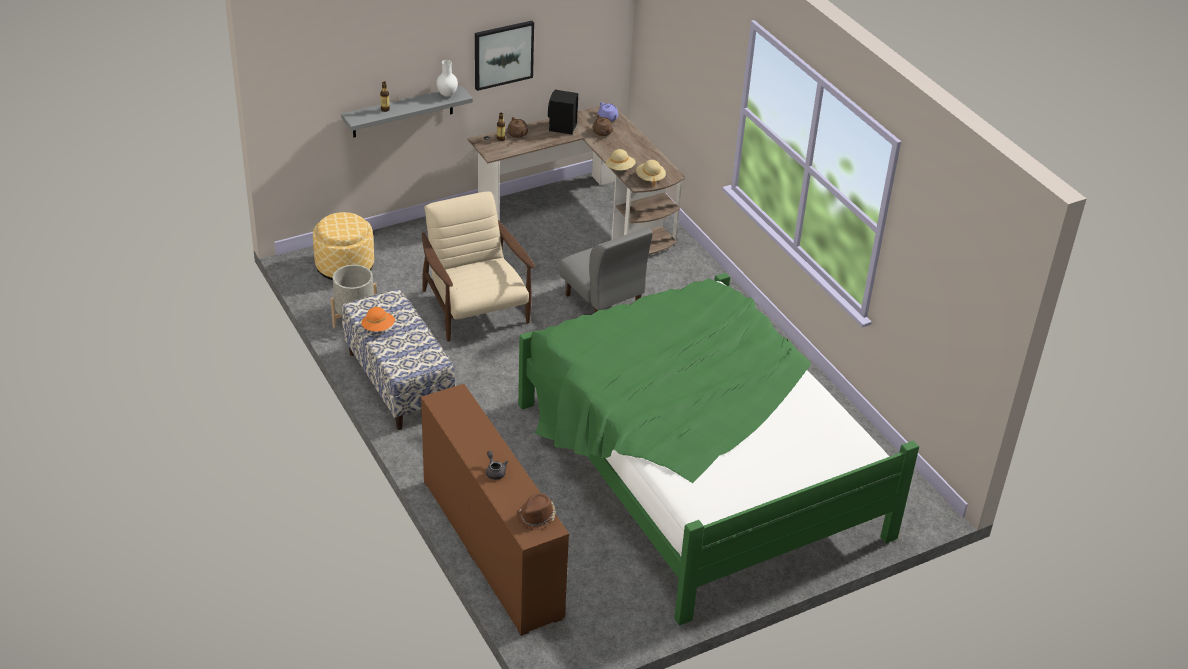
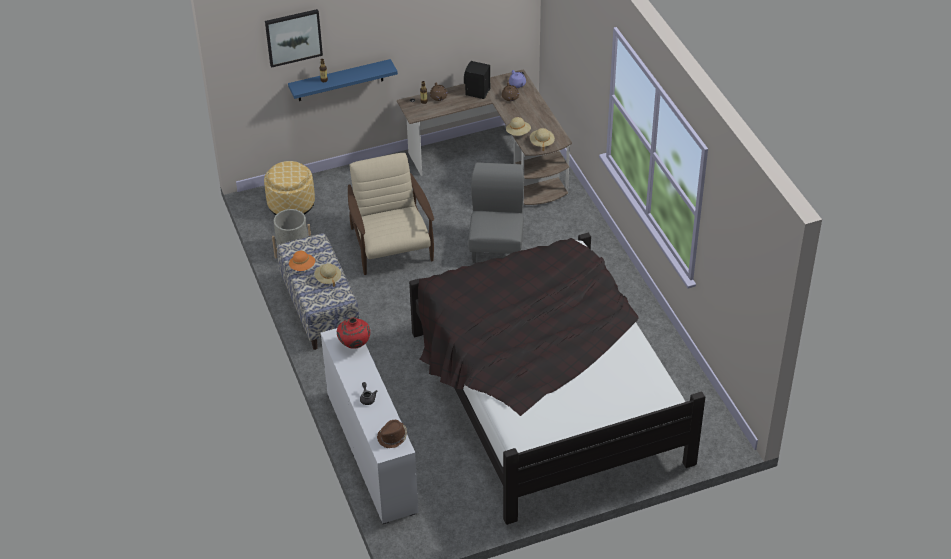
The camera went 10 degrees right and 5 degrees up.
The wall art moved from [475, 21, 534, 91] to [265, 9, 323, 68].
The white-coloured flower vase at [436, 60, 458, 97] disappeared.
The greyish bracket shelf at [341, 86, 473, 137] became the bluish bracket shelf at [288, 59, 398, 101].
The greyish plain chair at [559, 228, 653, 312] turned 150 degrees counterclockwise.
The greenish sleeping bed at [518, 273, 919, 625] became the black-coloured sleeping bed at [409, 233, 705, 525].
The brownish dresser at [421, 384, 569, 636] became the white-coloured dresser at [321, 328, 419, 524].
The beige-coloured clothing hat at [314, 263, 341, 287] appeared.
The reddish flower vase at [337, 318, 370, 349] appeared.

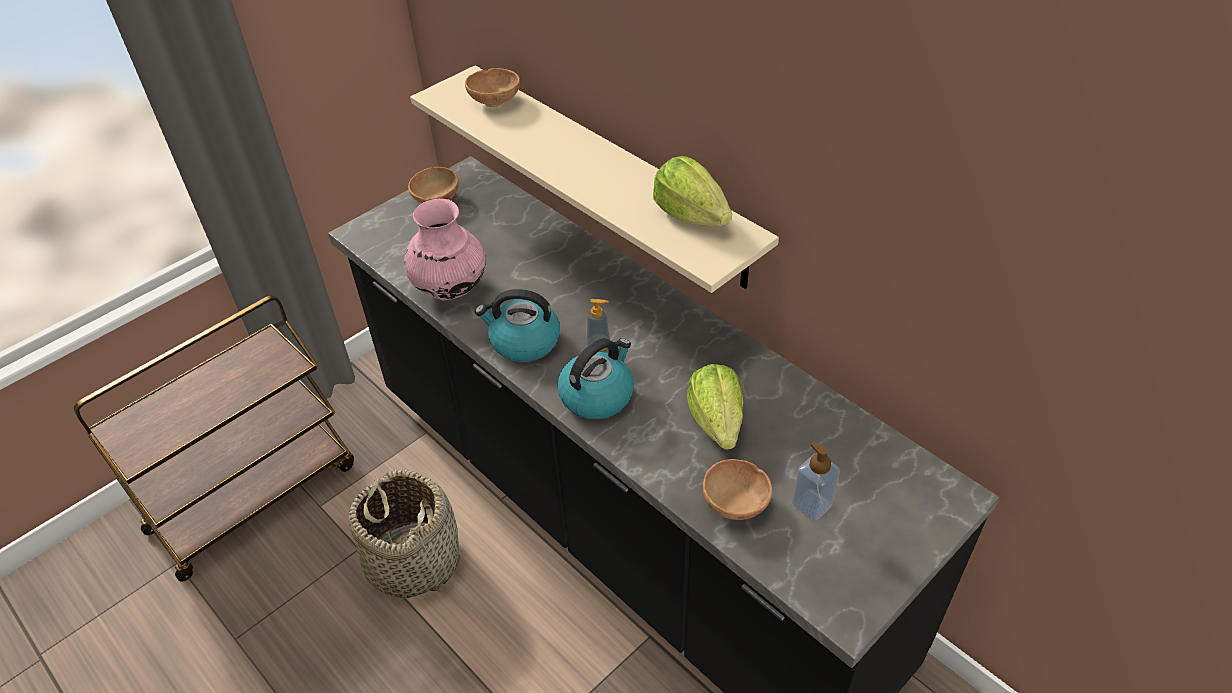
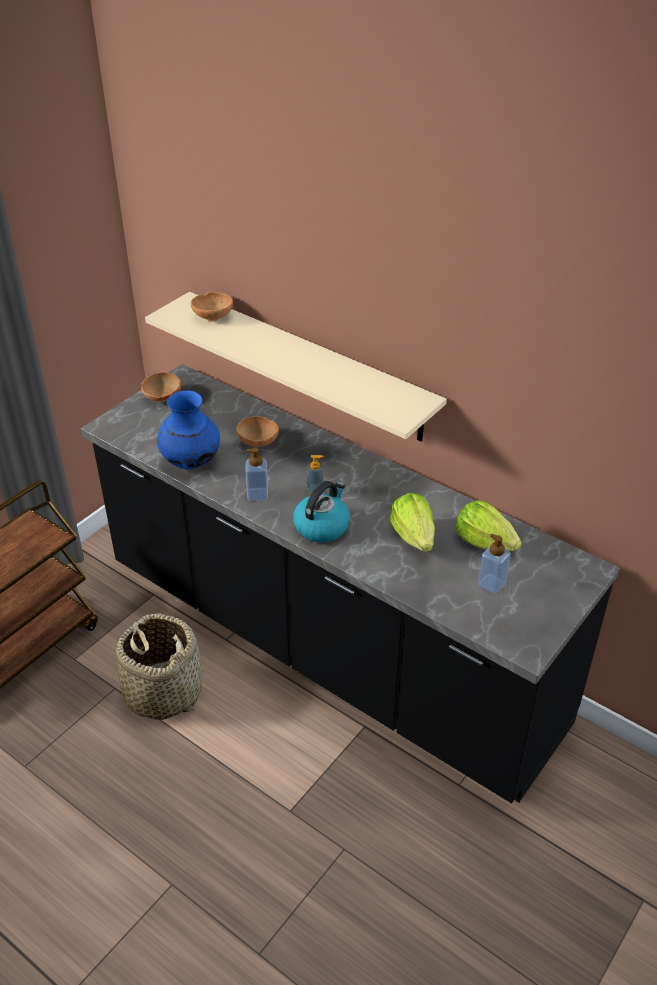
The camera went 10 degrees left and 5 degrees down.
The lettuce head moved from [653, 156, 732, 226] to [456, 500, 522, 551].
The pink-coloured flower vase at [404, 199, 486, 301] became the bluish flower vase at [157, 391, 220, 470].
The kettle at [475, 289, 560, 362] was replaced by the soap bottle at [246, 448, 268, 501].
The brownish deep dish moved from [703, 459, 772, 520] to [237, 416, 279, 447].

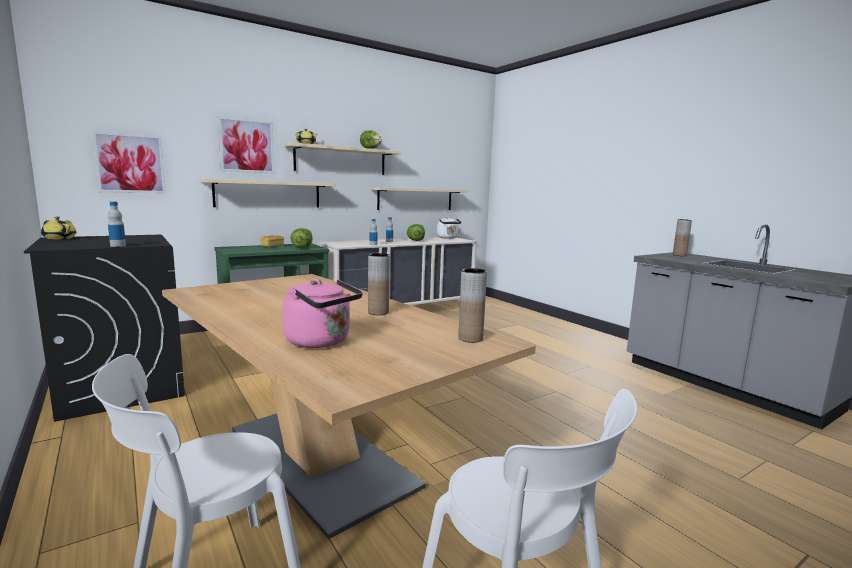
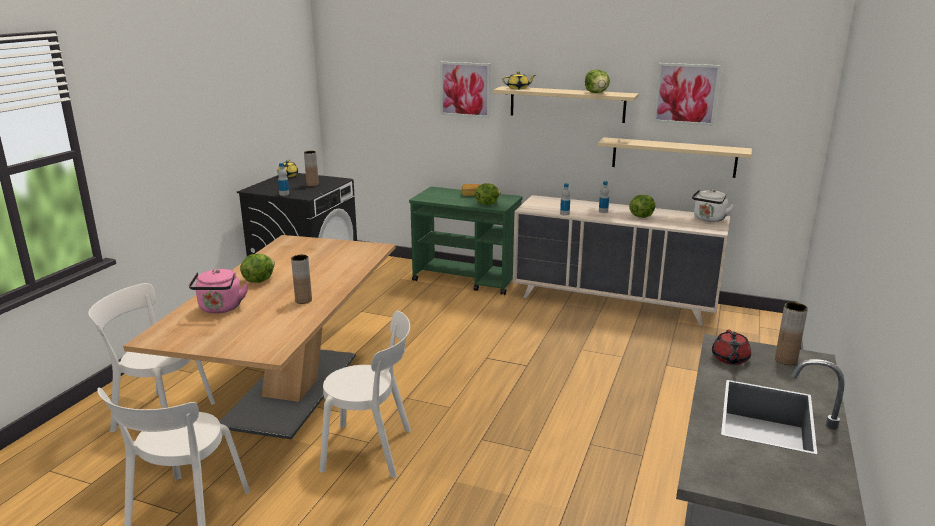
The camera went 55 degrees right and 10 degrees up.
The wall art moved from [92, 131, 166, 194] to [653, 63, 721, 126].
The beige-coloured bracket shelf at [200, 179, 336, 207] disappeared.
The brownish flower vase moved from [458, 268, 487, 343] to [304, 151, 319, 187].
The lettuce head at [240, 254, 275, 283] appeared.
The white-coloured plain chair at [320, 311, 411, 478] appeared.
The reddish pot for tea at [712, 329, 751, 365] appeared.

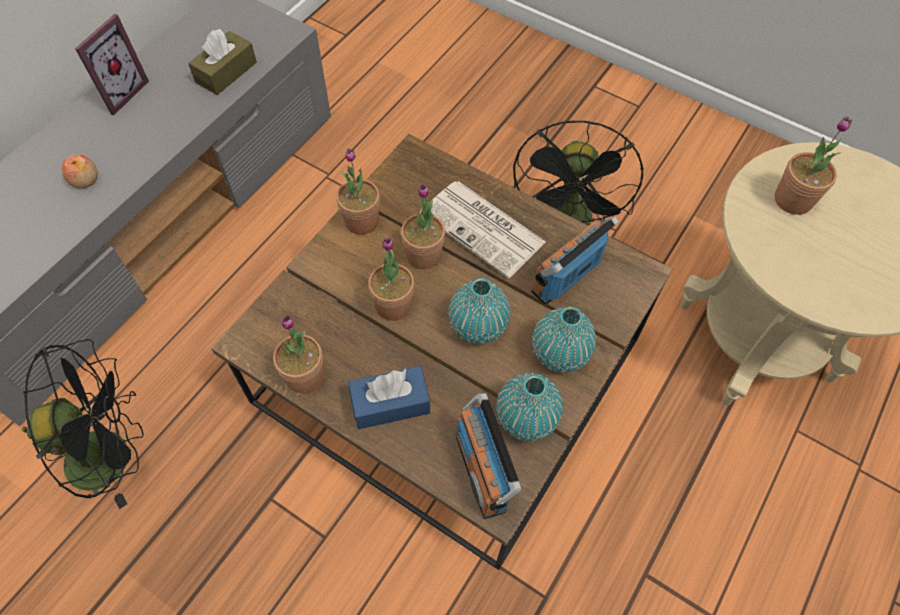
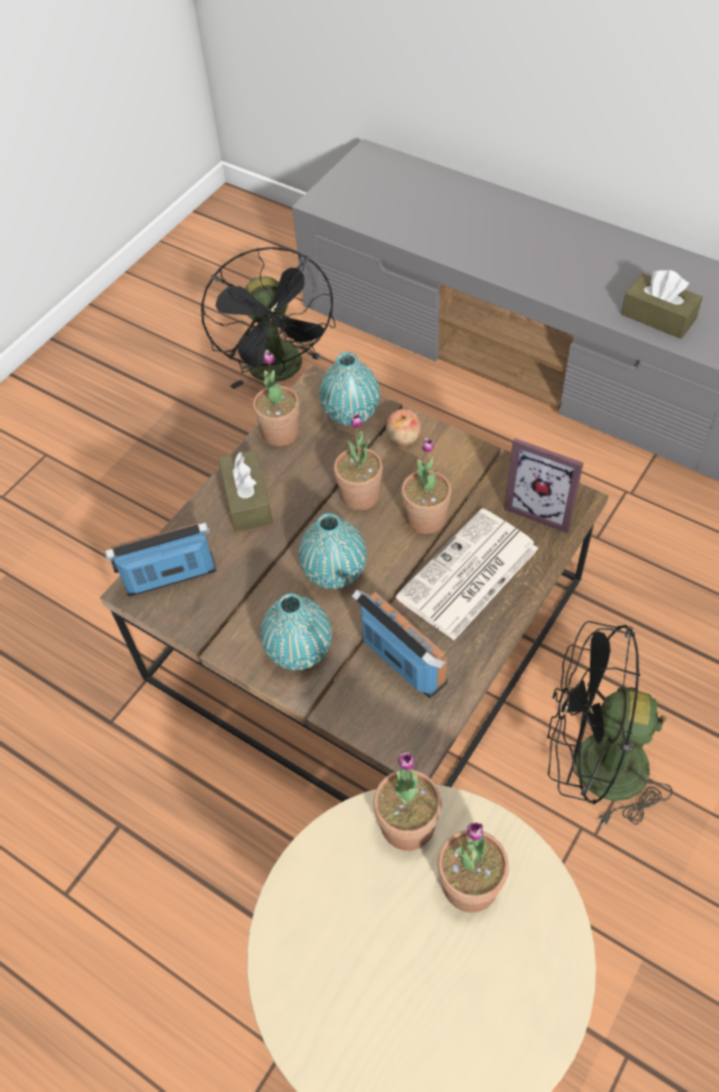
The camera went 95 degrees right and 5 degrees down.
The standing frame moved from [75, 14, 149, 115] to [504, 438, 583, 533].
The houseplant moved from [336, 148, 380, 235] to [373, 752, 442, 851].
The whole apple moved from [62, 154, 98, 188] to [386, 409, 421, 446].
The bluish tissue box at [348, 366, 430, 429] became the brownish tissue box at [218, 450, 273, 532].
The turquoise flower vase moved from [496, 373, 563, 441] to [319, 352, 380, 425].

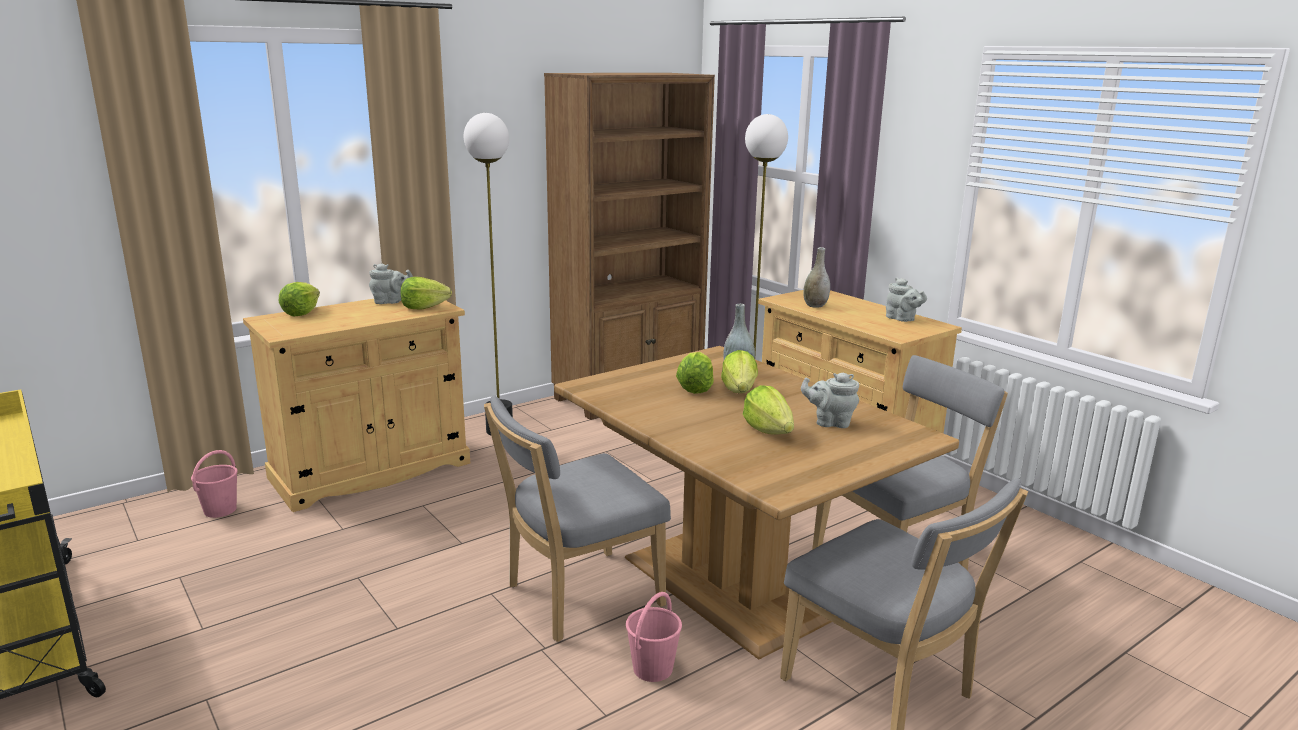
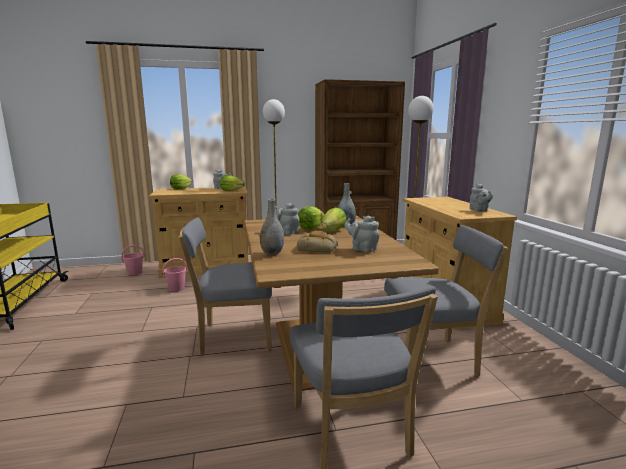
The camera went 25 degrees right and 5 degrees down.
The greyish flower vase moved from [803, 247, 830, 308] to [260, 199, 284, 255].
The lettuce head at [743, 385, 794, 435] was replaced by the baked bread at [297, 230, 338, 253].
The pink-coloured water bucket moved from [626, 592, 682, 682] to [162, 258, 188, 292].
The greyish pot for tea at [275, 203, 299, 235] appeared.

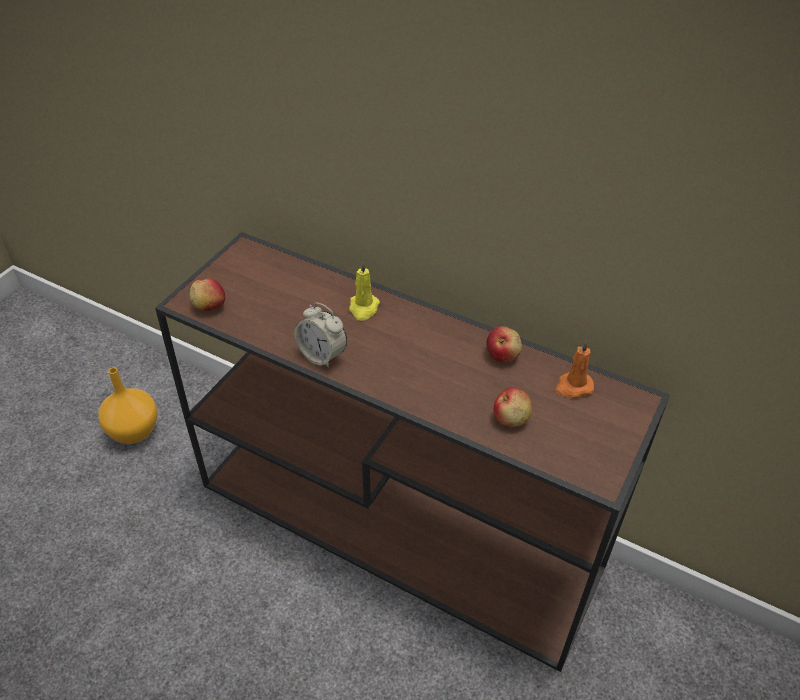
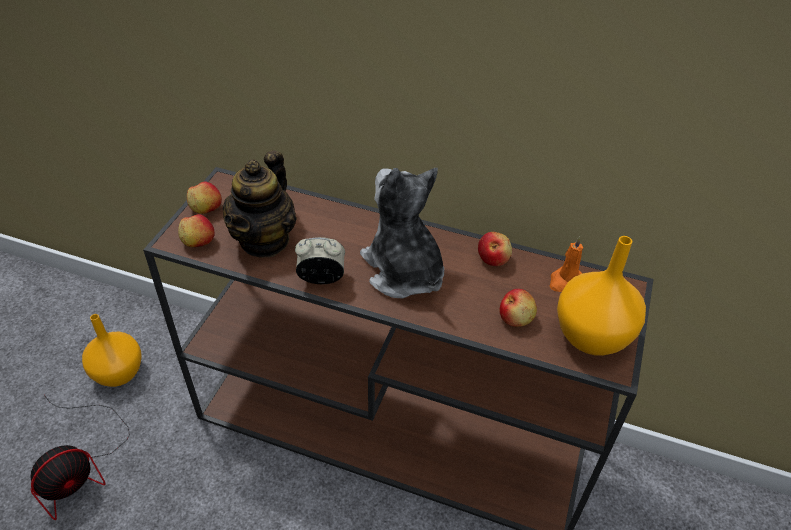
The camera went 10 degrees left and 0 degrees up.
The yellowish candle at [349, 261, 380, 321] disappeared.
The table clock at [294, 302, 347, 368] turned 150 degrees clockwise.
The pot for tea at [223, 150, 297, 258] appeared.
The plush toy at [360, 168, 444, 299] appeared.
The whole apple at [187, 182, 222, 214] appeared.
The orangey flower vase at [557, 236, 646, 356] appeared.
The cooling fan at [30, 395, 130, 520] appeared.

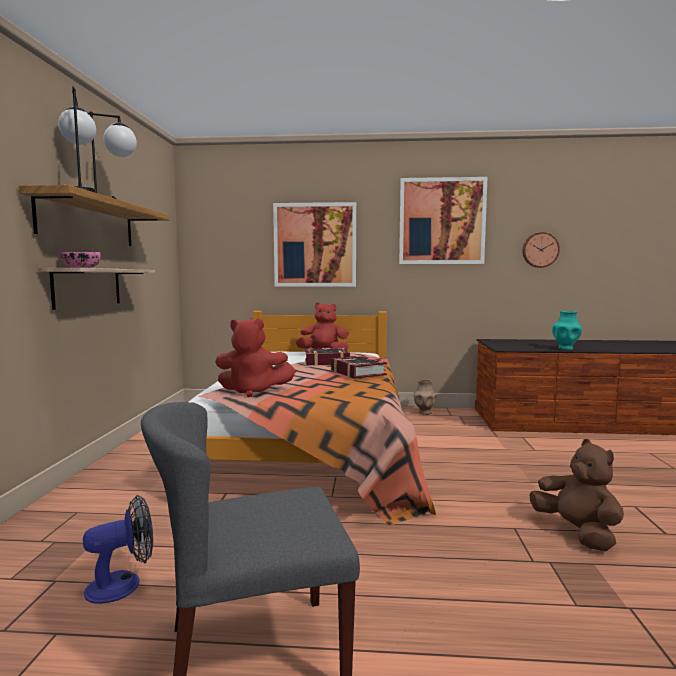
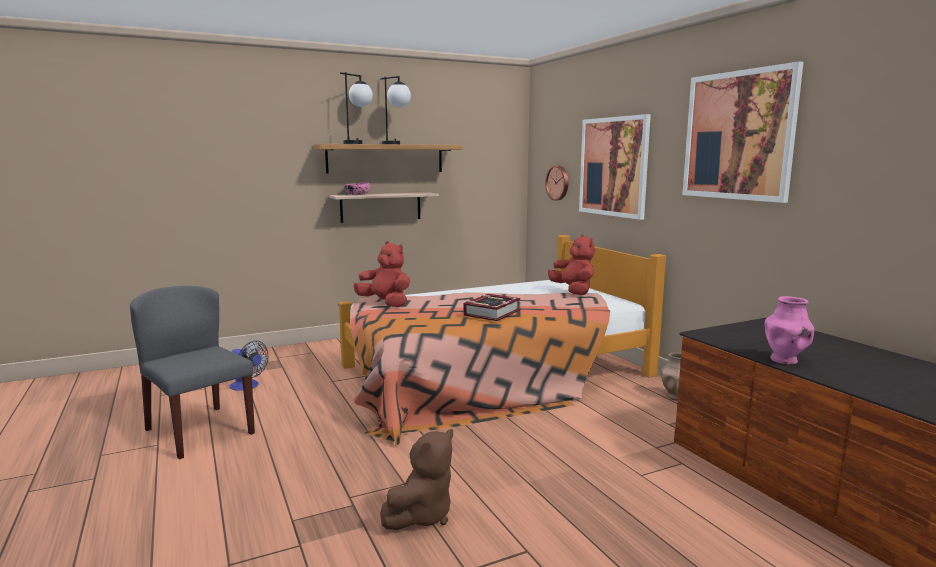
The camera went 60 degrees right and 5 degrees up.
The clock on the wall moved from [522, 232, 560, 268] to [545, 166, 568, 200].
The turquoise flower vase at [552, 311, 582, 350] became the pink-coloured flower vase at [764, 296, 814, 364].
The reddish plush toy at [215, 318, 296, 397] turned 150 degrees clockwise.
The bound book at [305, 348, 350, 366] disappeared.

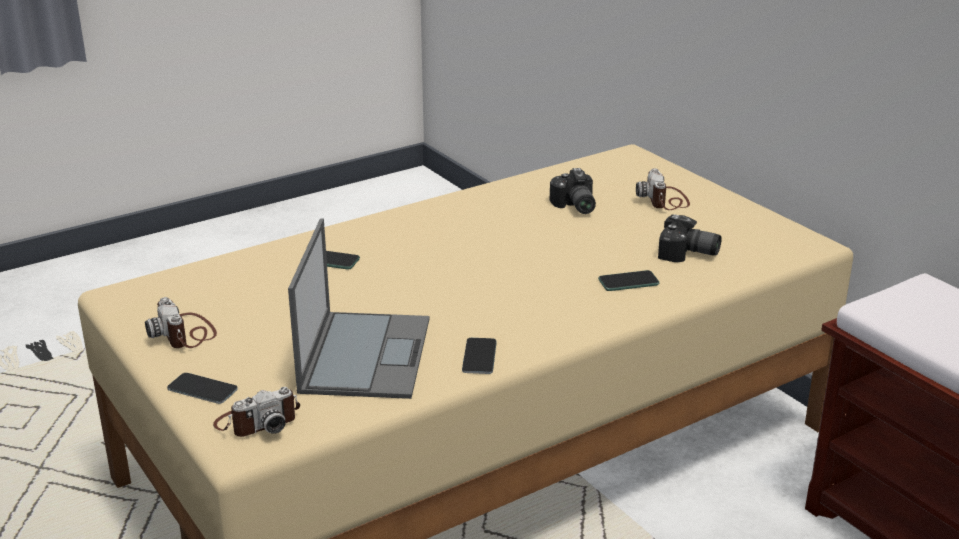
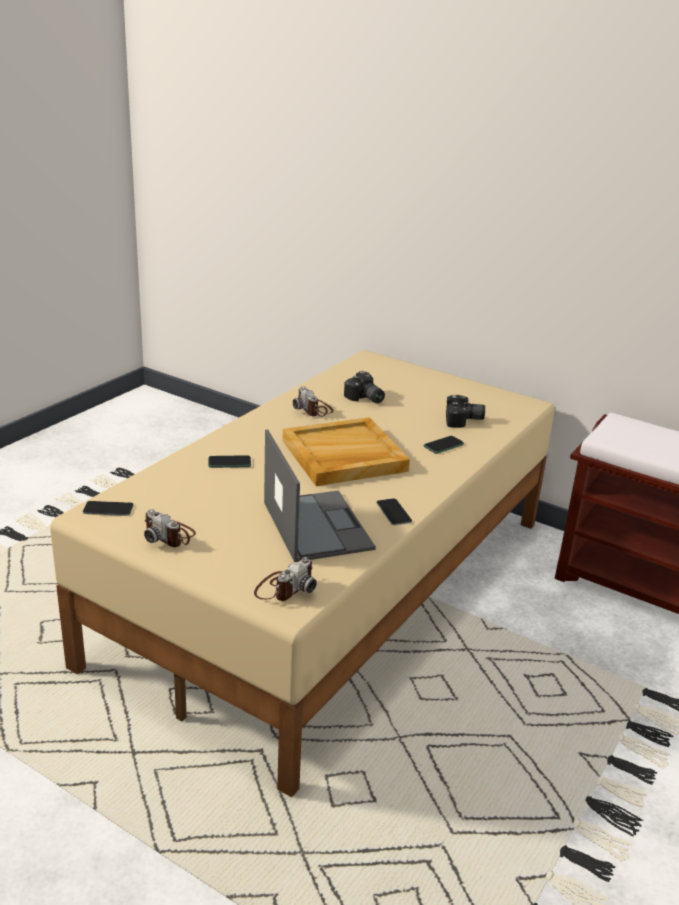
The camera went 25 degrees left and 0 degrees up.
The still camera moved from [636, 168, 690, 210] to [293, 386, 333, 417].
The phone moved from [167, 373, 238, 404] to [83, 501, 134, 516].
The beige-coloured tray at [282, 417, 410, 486] appeared.

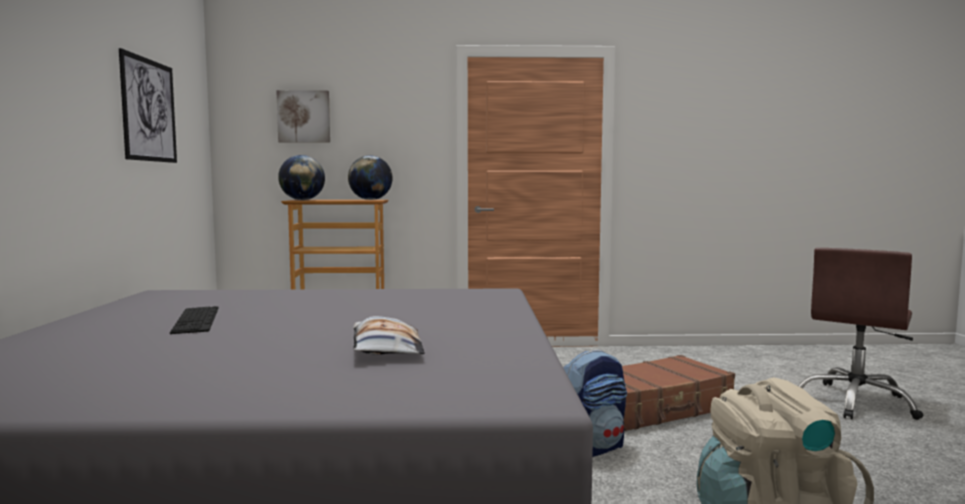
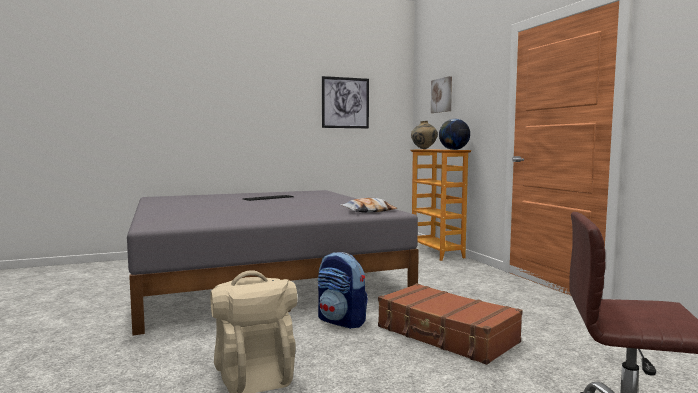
The camera went 70 degrees right and 0 degrees up.
The globe at [278, 155, 325, 200] was replaced by the beige-coloured flower vase at [411, 121, 438, 150].
The cushion moved from [353, 316, 425, 355] to [340, 198, 397, 213].

